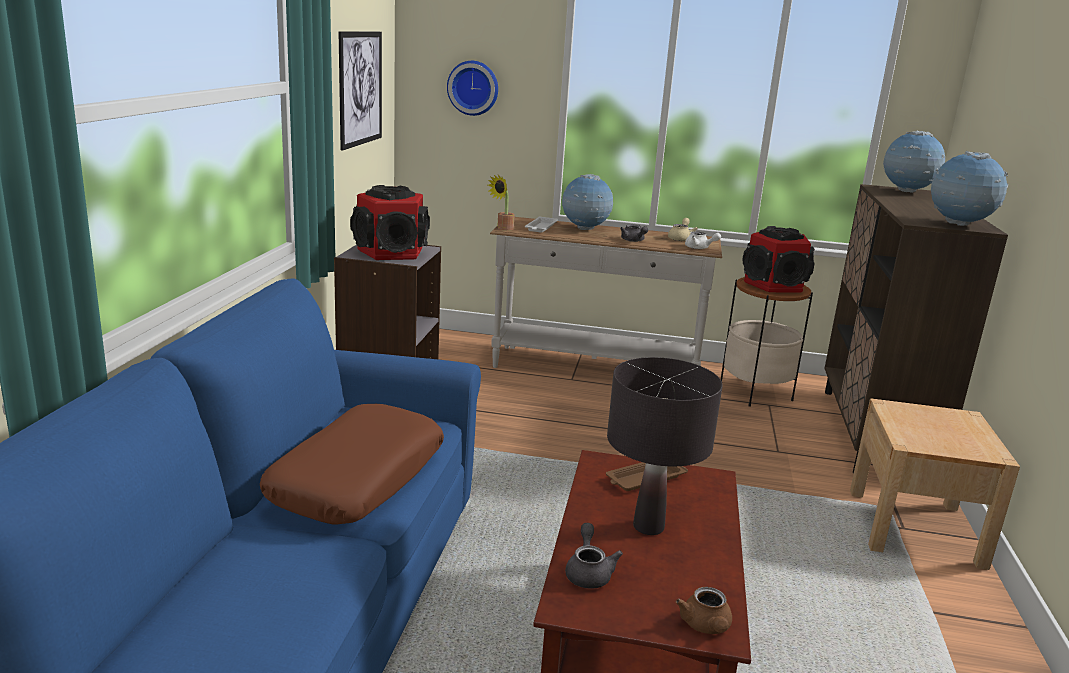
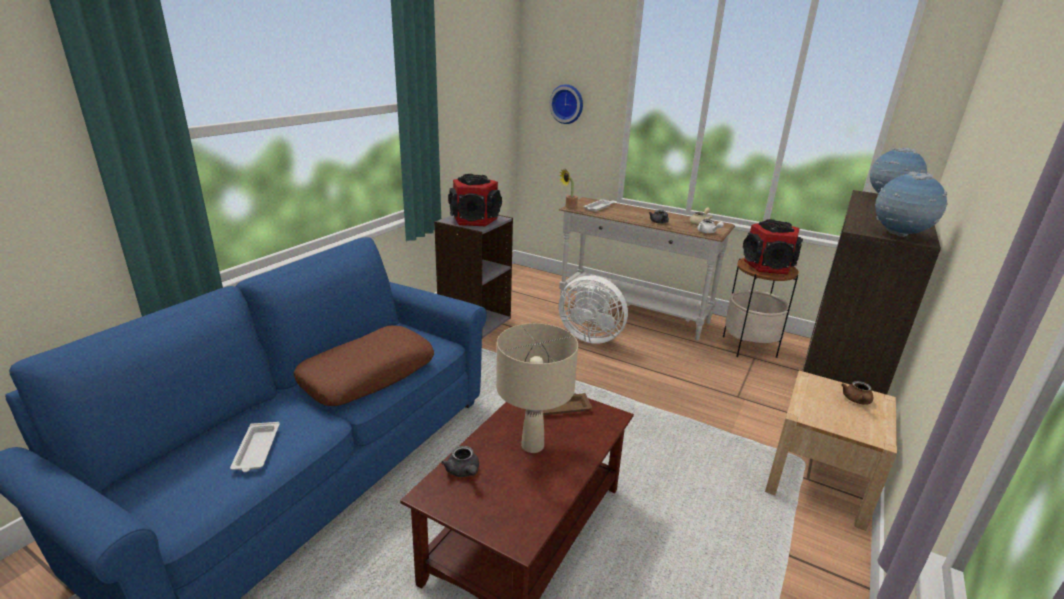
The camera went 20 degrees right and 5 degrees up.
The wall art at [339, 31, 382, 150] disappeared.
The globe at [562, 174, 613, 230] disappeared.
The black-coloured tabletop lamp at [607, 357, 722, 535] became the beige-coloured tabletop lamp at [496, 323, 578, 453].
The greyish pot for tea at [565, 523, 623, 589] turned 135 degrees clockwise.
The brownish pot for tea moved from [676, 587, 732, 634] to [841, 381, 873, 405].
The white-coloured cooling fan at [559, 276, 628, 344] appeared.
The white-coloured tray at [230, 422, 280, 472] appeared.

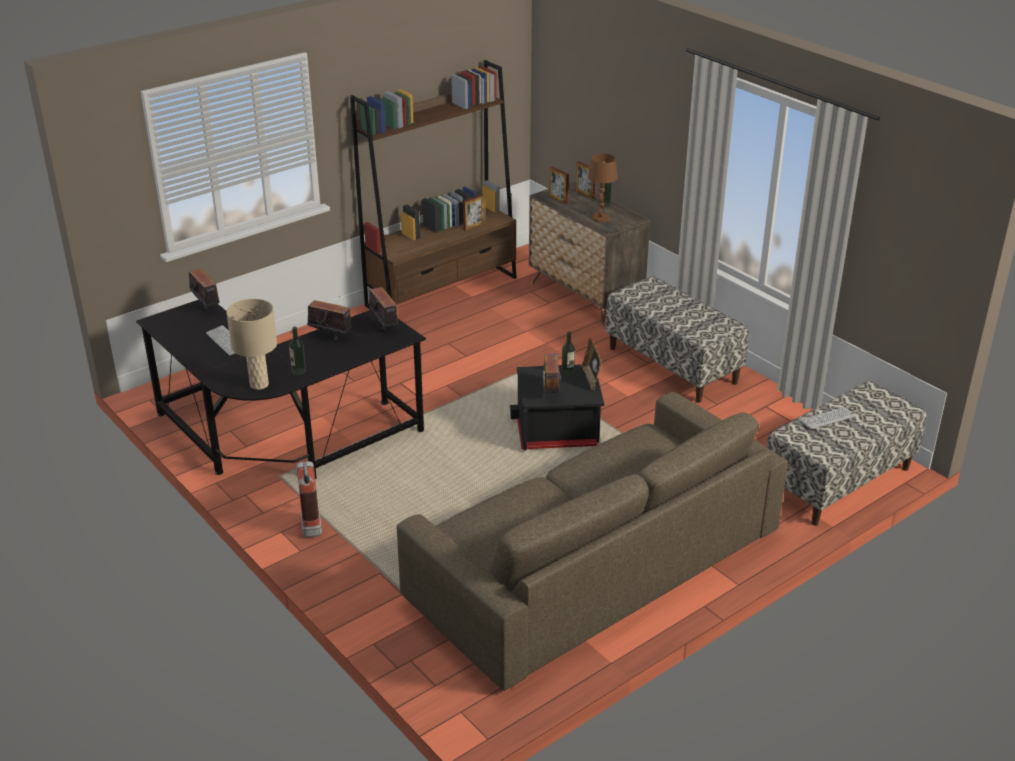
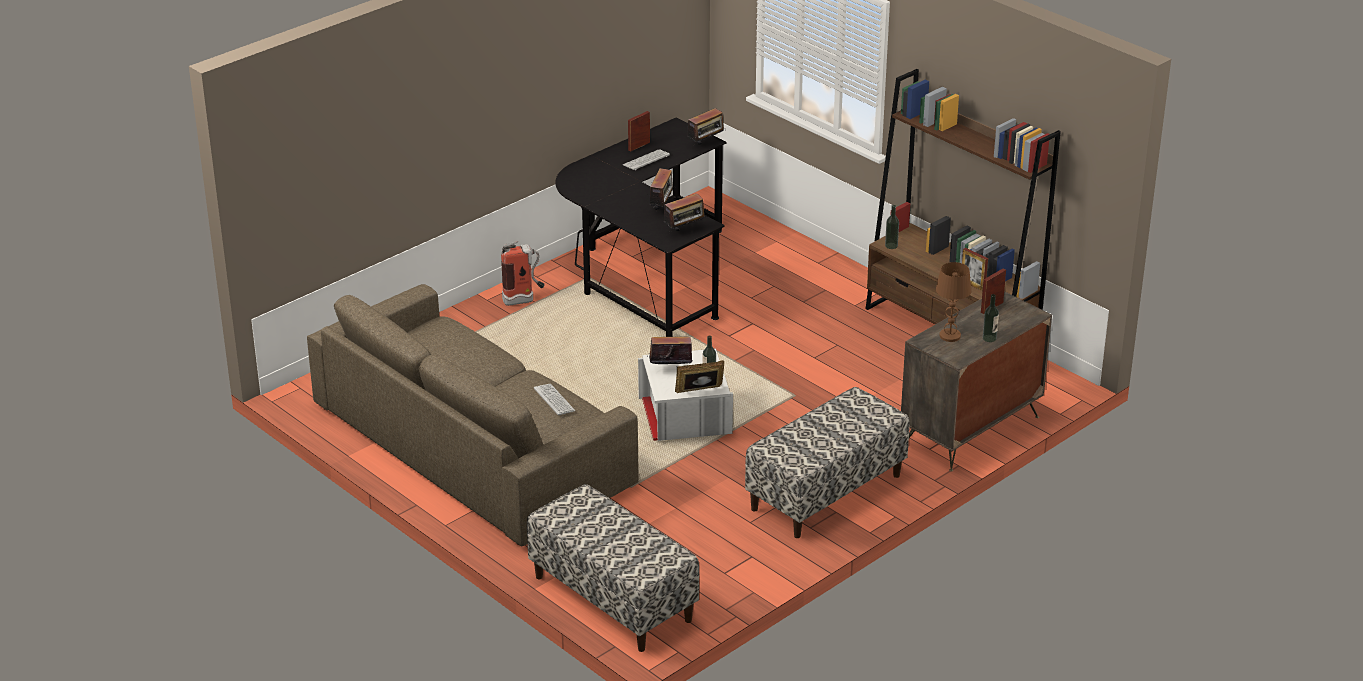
The camera went 85 degrees right and 0 degrees up.
The standing frame moved from [576, 161, 596, 199] to [628, 111, 650, 151].
The beige-coloured tabletop lamp at [226, 299, 277, 390] disappeared.
The beverage bottle moved from [289, 327, 306, 376] to [885, 205, 899, 249].
The black-coloured storage box at [510, 364, 604, 450] became the white-coloured storage box at [638, 349, 733, 441].
The PC keyboard moved from [799, 407, 856, 430] to [534, 384, 575, 415].

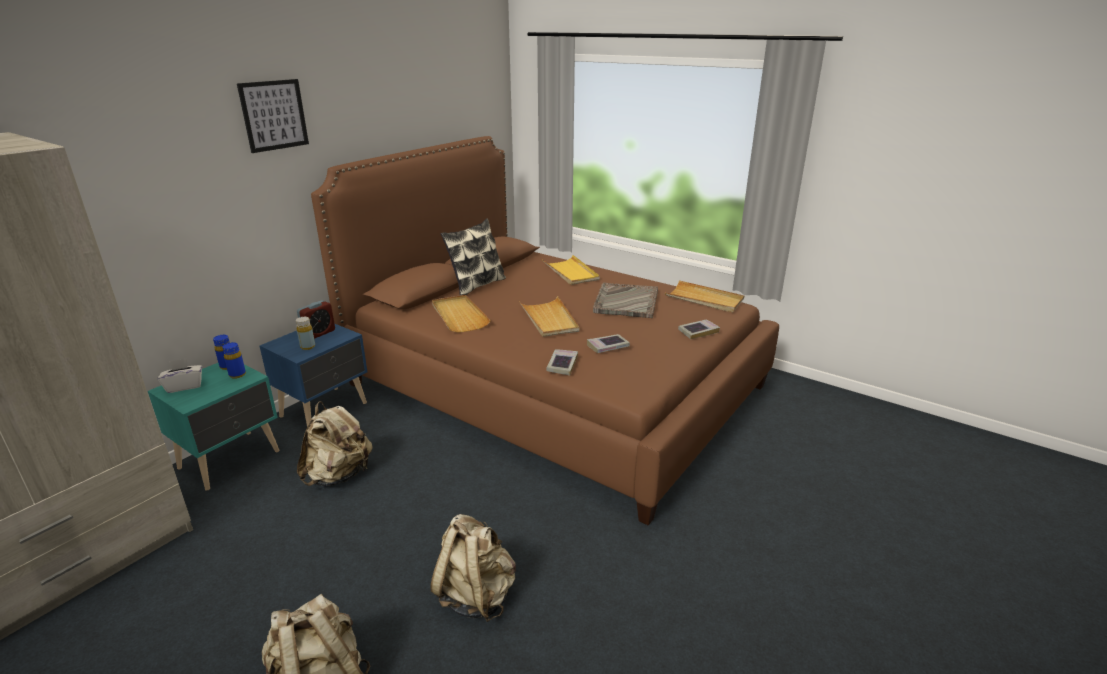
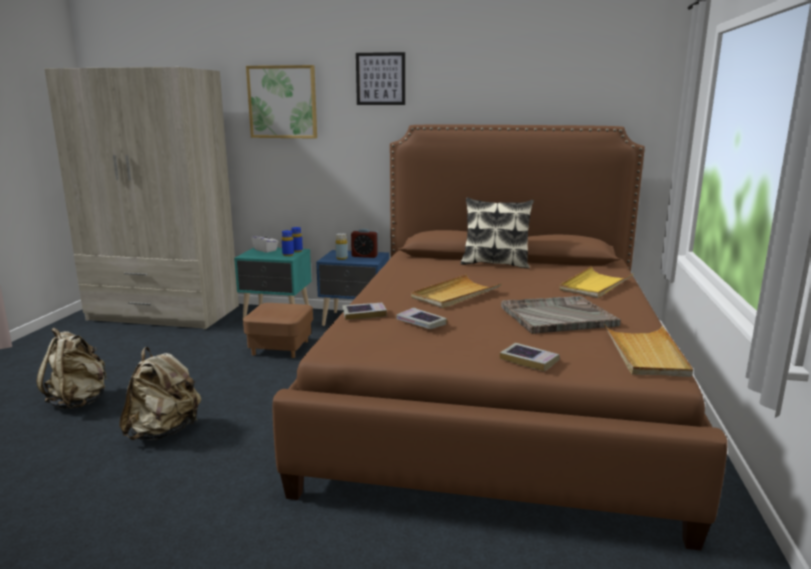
The camera went 65 degrees right and 10 degrees down.
The beige-coloured tray at [432, 295, 491, 333] disappeared.
The beige-coloured knapsack at [297, 401, 373, 486] was replaced by the brownish ottoman at [243, 303, 313, 358].
The wall art at [246, 65, 317, 139] appeared.

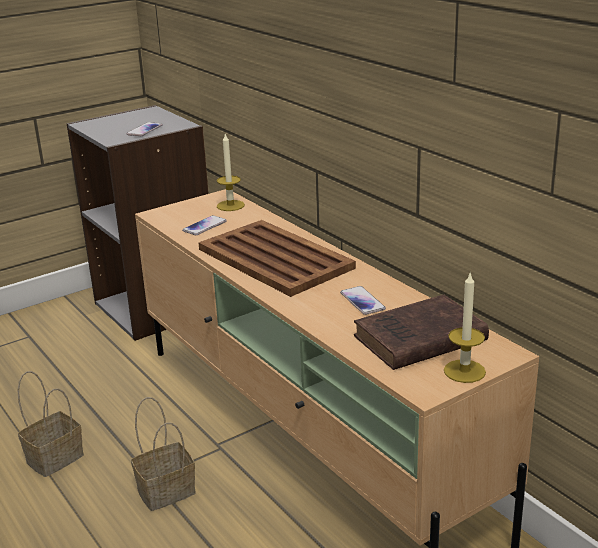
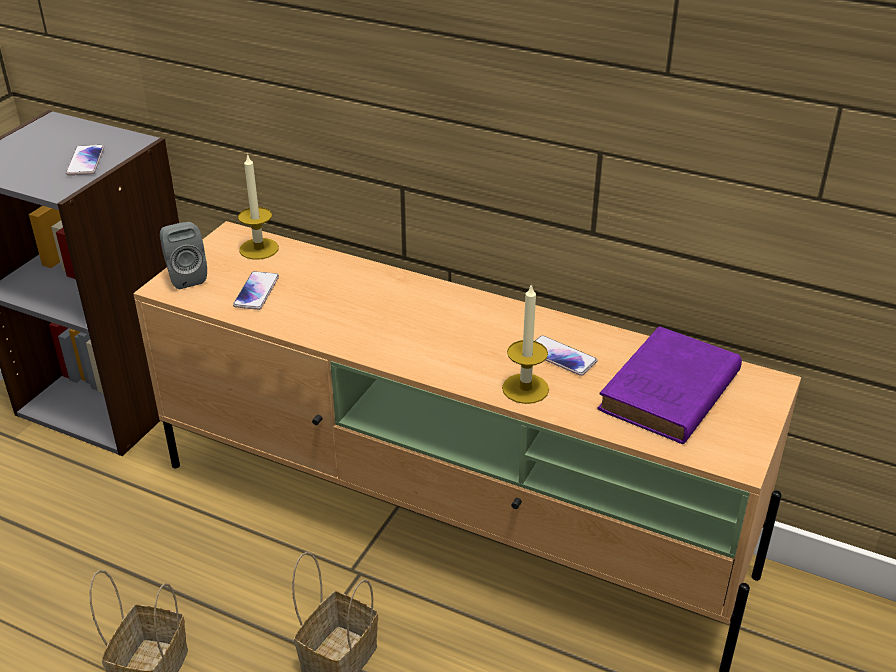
The camera went 30 degrees left and 10 degrees up.
The brownish tray at [199, 220, 356, 297] disappeared.
The candle moved from [444, 271, 486, 383] to [502, 283, 549, 404].
The brownish bound book at [354, 295, 489, 370] became the purple-coloured bound book at [597, 326, 742, 444].
The greyish loudspeaker at [160, 222, 207, 289] appeared.

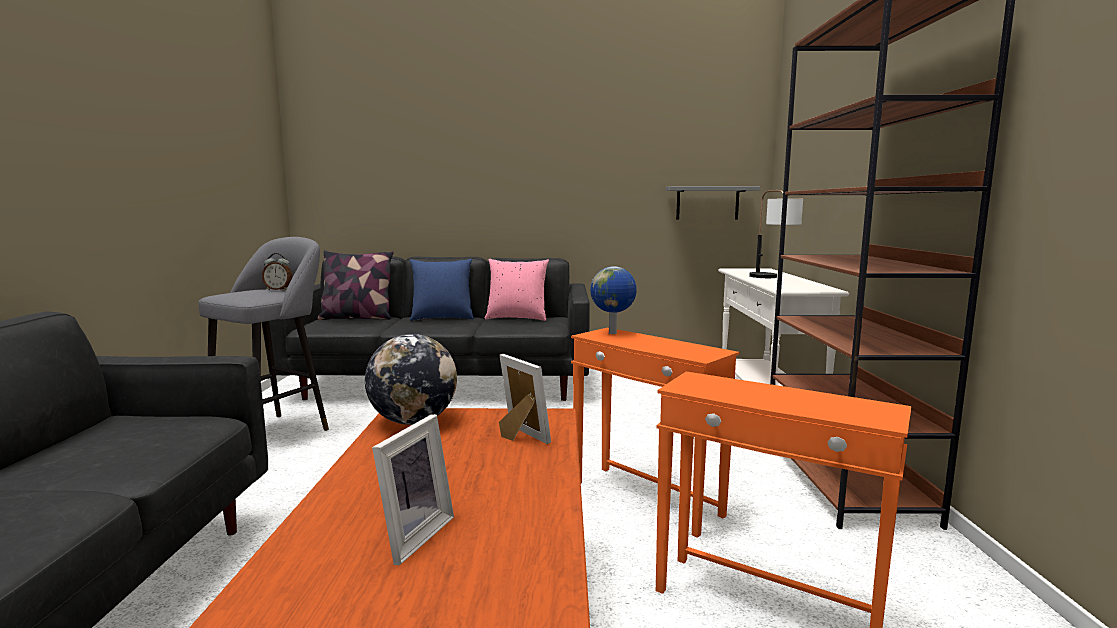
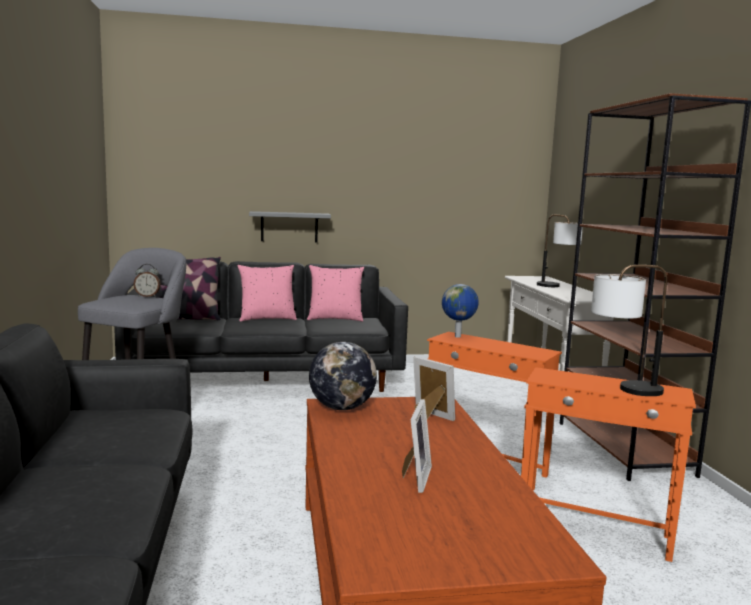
The camera went 10 degrees left and 0 degrees up.
The greyish bracket shelf moved from [665, 186, 760, 220] to [249, 211, 331, 242].
The bluish cushion at [410, 259, 474, 321] became the pink-coloured cushion at [238, 265, 297, 322].
The tabletop lamp at [591, 265, 667, 396] appeared.

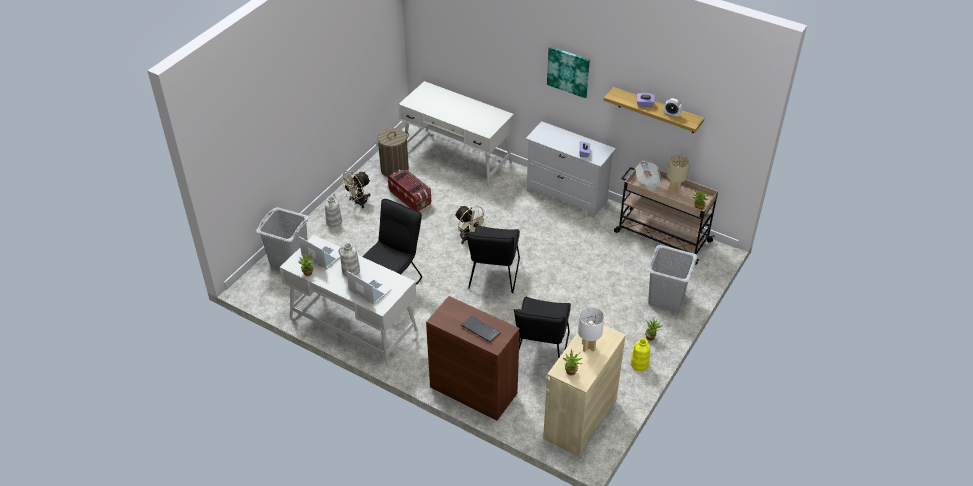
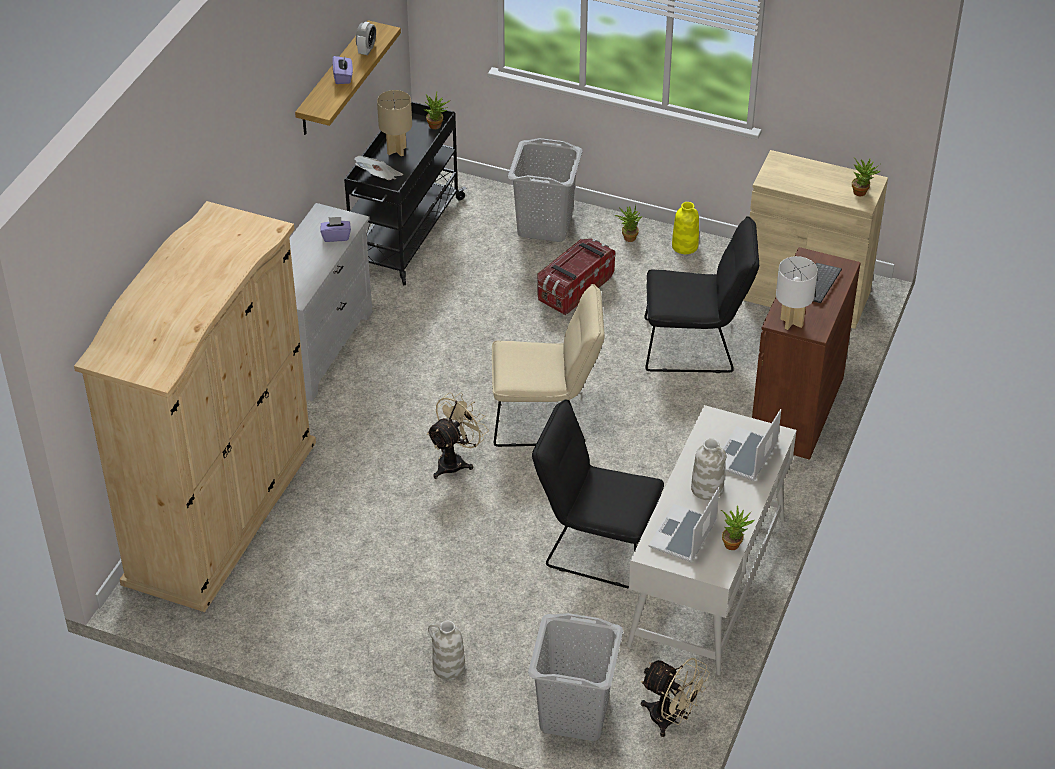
The camera went 100 degrees left and 0 degrees up.
The wall art at [547, 47, 590, 98] disappeared.
The white-coloured desk table at [398, 81, 514, 187] was replaced by the beige-coloured clothes cupboard at [74, 201, 316, 612].
The washing basket at [375, 128, 409, 177] disappeared.
The beige-coloured trolley at [614, 163, 718, 265] became the black-coloured trolley at [344, 101, 467, 286].
The storage box moved from [388, 169, 431, 211] to [538, 238, 615, 315].
The beige-coloured cooling fan moved from [338, 171, 371, 209] to [641, 658, 710, 737].
The black-coloured plain chair at [466, 225, 520, 293] became the beige-coloured plain chair at [492, 284, 605, 447].
The white-coloured tabletop lamp moved from [578, 307, 604, 352] to [776, 256, 818, 330].

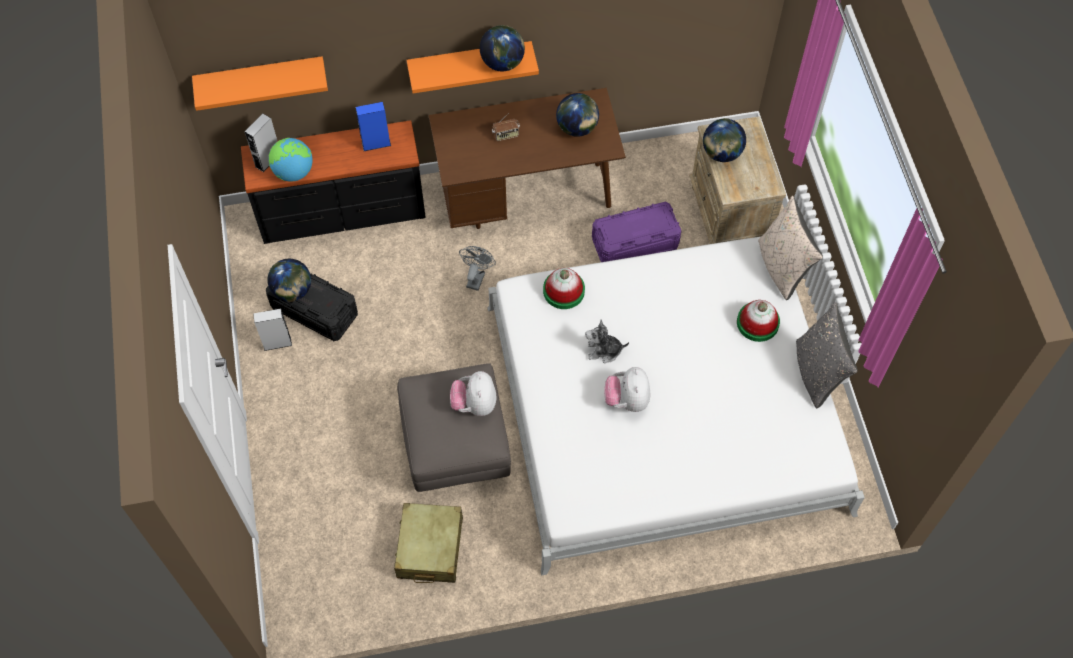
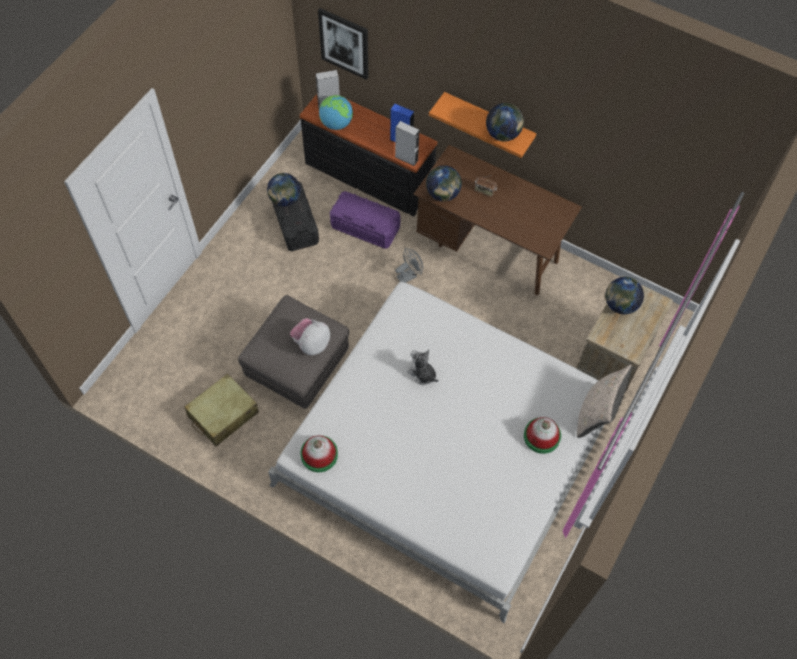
The camera went 40 degrees right and 0 degrees up.
The orangey bracket shelf at [192, 56, 328, 111] was replaced by the wall art at [318, 8, 369, 80].
The globe moved from [556, 93, 599, 137] to [426, 165, 462, 202].
The purple-coloured storage box moved from [592, 202, 681, 262] to [330, 191, 401, 249].
The clothing hat moved from [543, 268, 585, 309] to [301, 435, 338, 472].
The greyish cushion at [796, 302, 858, 408] disappeared.
The greyish loudspeaker moved from [253, 309, 292, 351] to [395, 121, 419, 166].
The plush toy at [604, 367, 650, 412] disappeared.

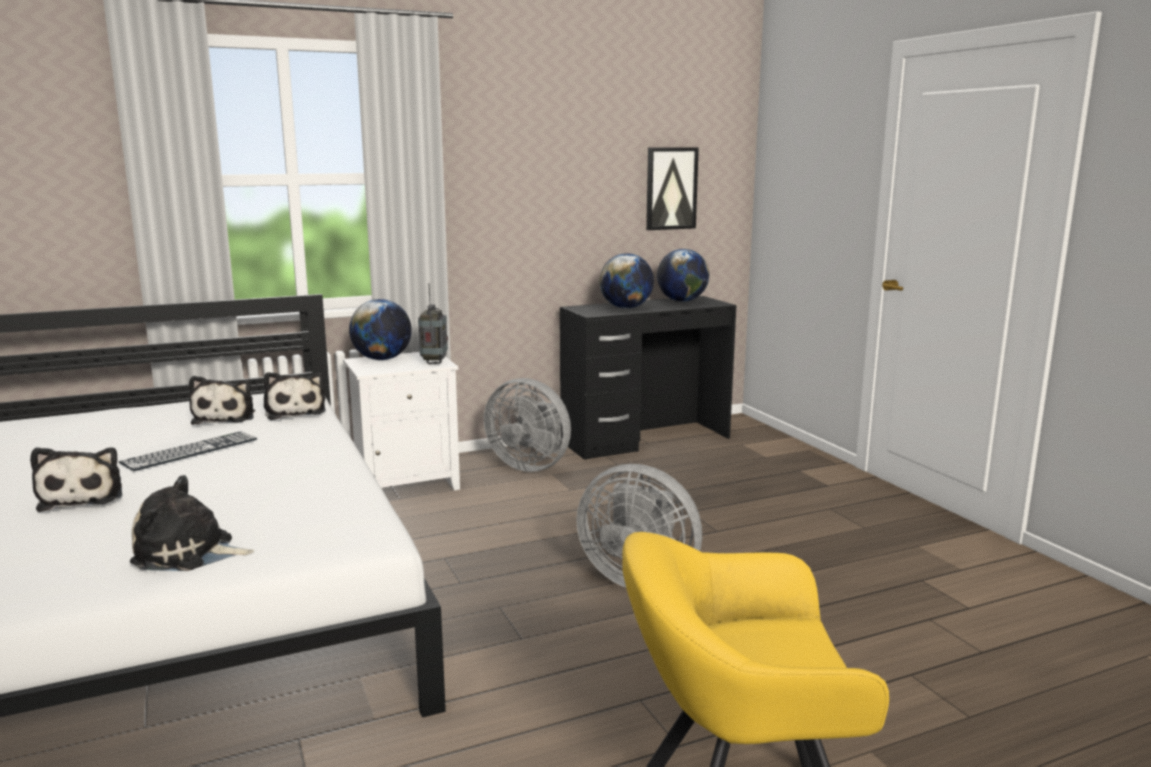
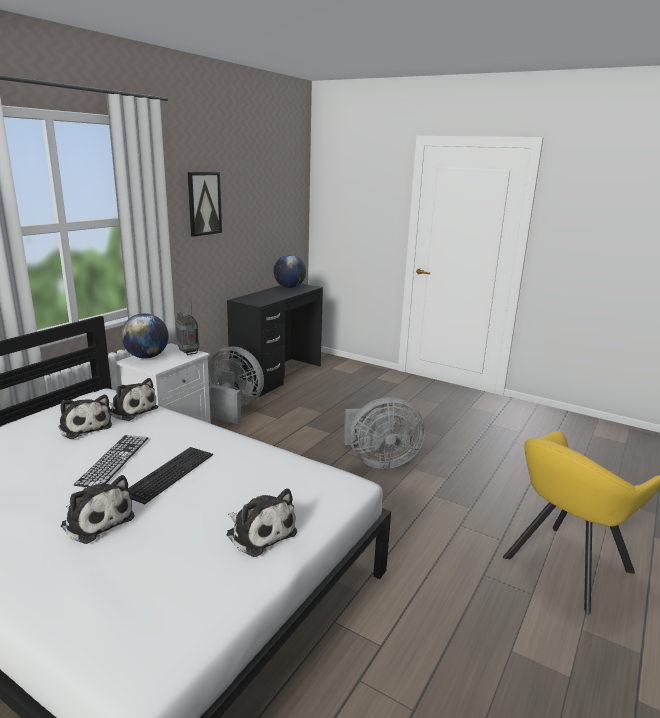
The camera went 35 degrees left and 5 degrees up.
The wall art moved from [646, 147, 699, 230] to [187, 172, 222, 237].
The globe at [599, 253, 654, 309] disappeared.
The greyish cooling fan at [484, 378, 571, 472] turned 150 degrees counterclockwise.
The plush toy at [130, 475, 254, 571] turned 105 degrees counterclockwise.
The PC keyboard at [128, 447, 213, 504] appeared.

